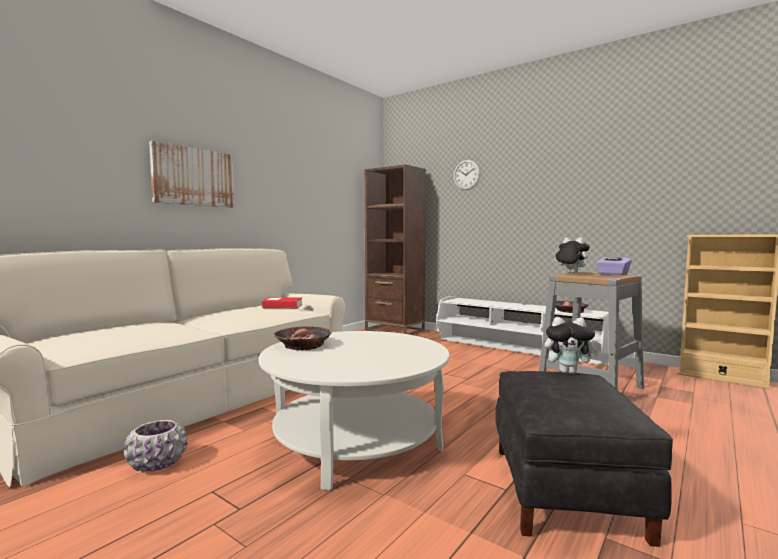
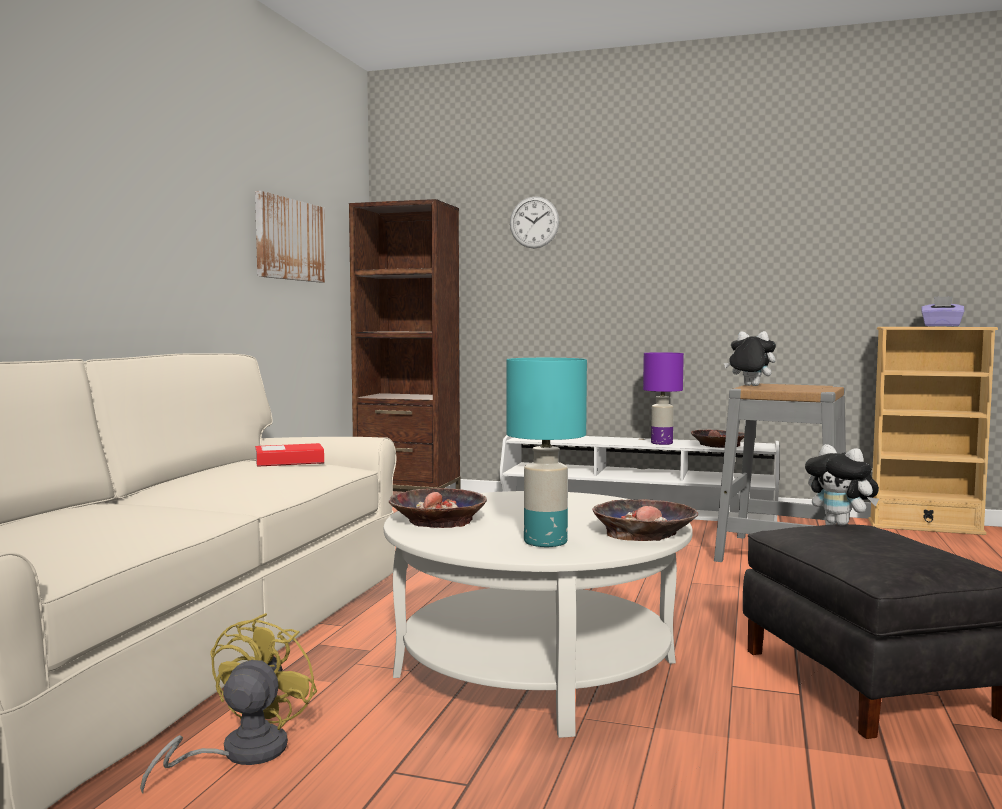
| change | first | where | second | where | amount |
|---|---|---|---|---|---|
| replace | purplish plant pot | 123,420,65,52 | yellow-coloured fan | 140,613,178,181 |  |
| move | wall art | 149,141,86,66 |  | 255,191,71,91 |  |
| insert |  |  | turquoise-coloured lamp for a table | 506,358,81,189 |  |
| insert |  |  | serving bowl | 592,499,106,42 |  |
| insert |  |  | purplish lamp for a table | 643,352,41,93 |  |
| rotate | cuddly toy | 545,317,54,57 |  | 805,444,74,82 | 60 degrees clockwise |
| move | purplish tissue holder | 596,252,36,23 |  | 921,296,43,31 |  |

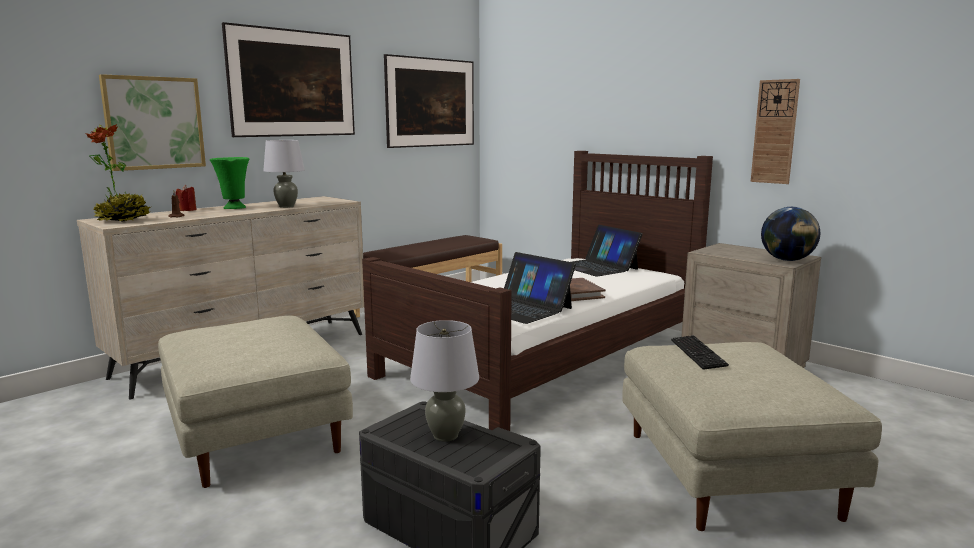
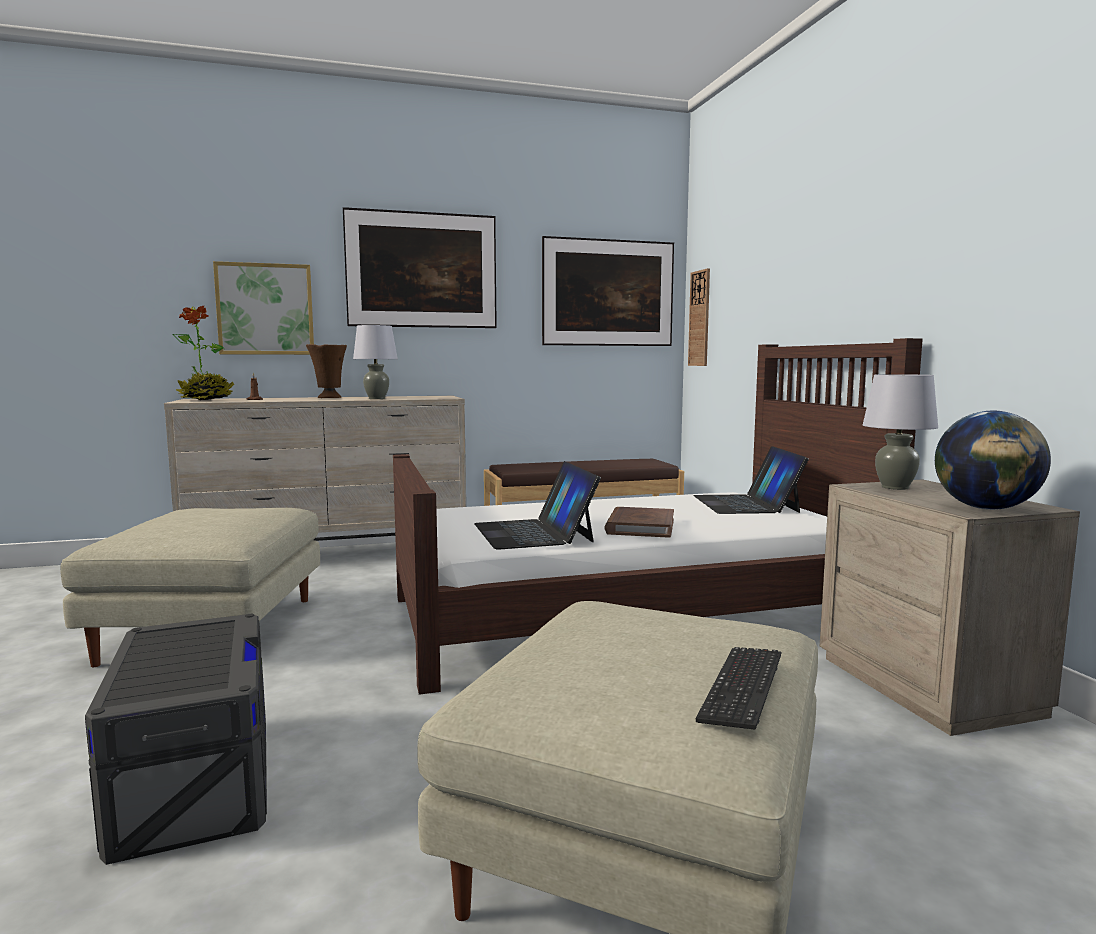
| change | first | where | second | where | amount |
|---|---|---|---|---|---|
| recolor | greenish flower vase | 210,157,39,52 | brown flower vase | 306,344,41,54 |  |
| move | clock on the wall | 751,79,49,105 |  | 688,268,22,98 |  |
| move | keyboard | 671,335,58,35 |  | 696,647,85,83 |  |
| move | gray lamp for a table | 410,320,69,122 |  | 863,374,75,116 |  |
| delete | red-coloured candle | 175,185,22,26 |  |  |  |

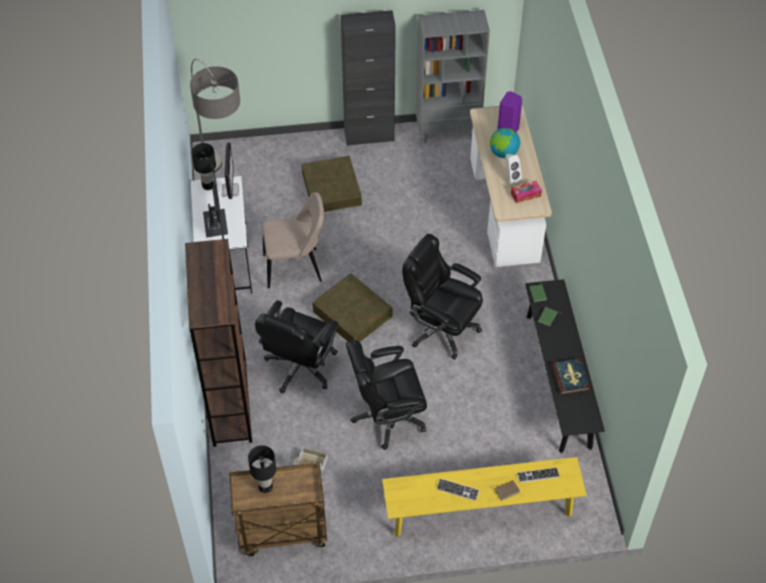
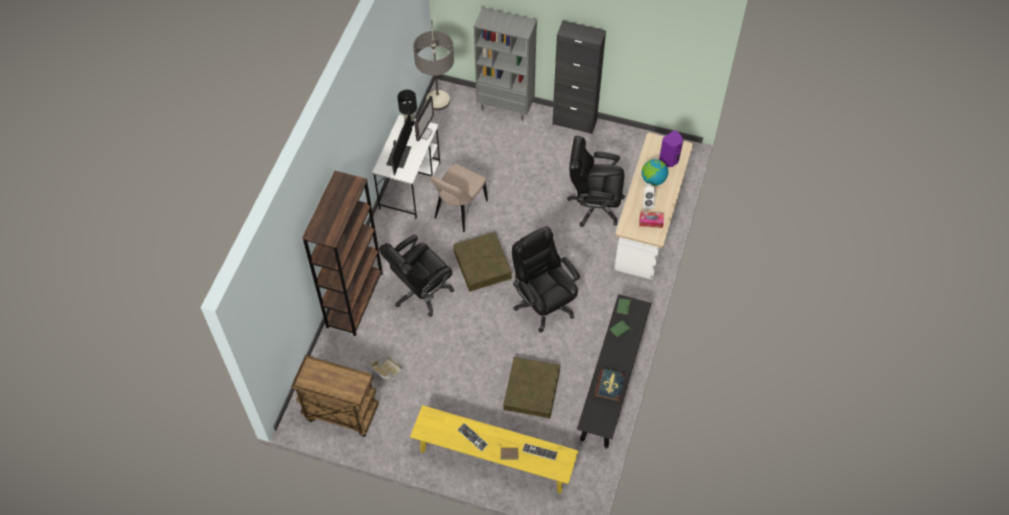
| change | first | where | second | where | amount |
|---|---|---|---|---|---|
| rotate | sand-coloured plain chair | 262,192,62,96 |  | 430,164,58,68 | 105 degrees clockwise |
| move | gray bookcase | 416,10,74,133 |  | 474,7,63,114 |  |
| move | brown storage box | 302,156,60,56 |  | 503,357,57,62 |  |
| move | blackish office chair | 346,340,81,110 |  | 567,136,58,91 |  |
| delete | blackish lamp for a table | 248,445,28,48 |  |  |  |

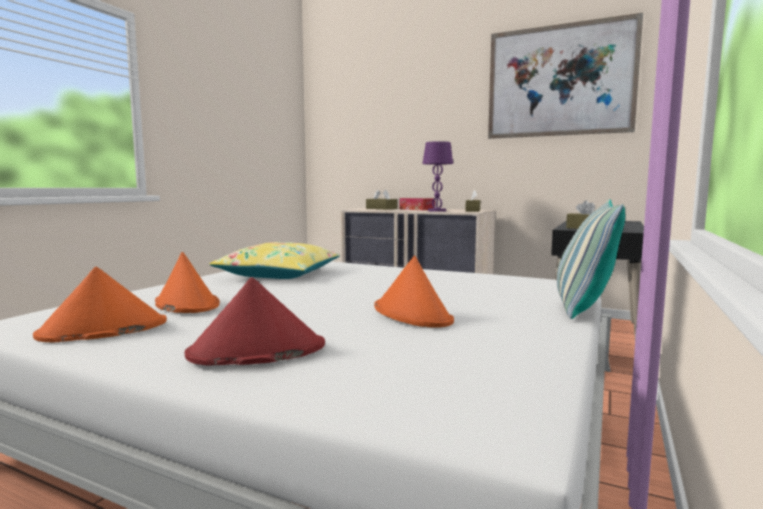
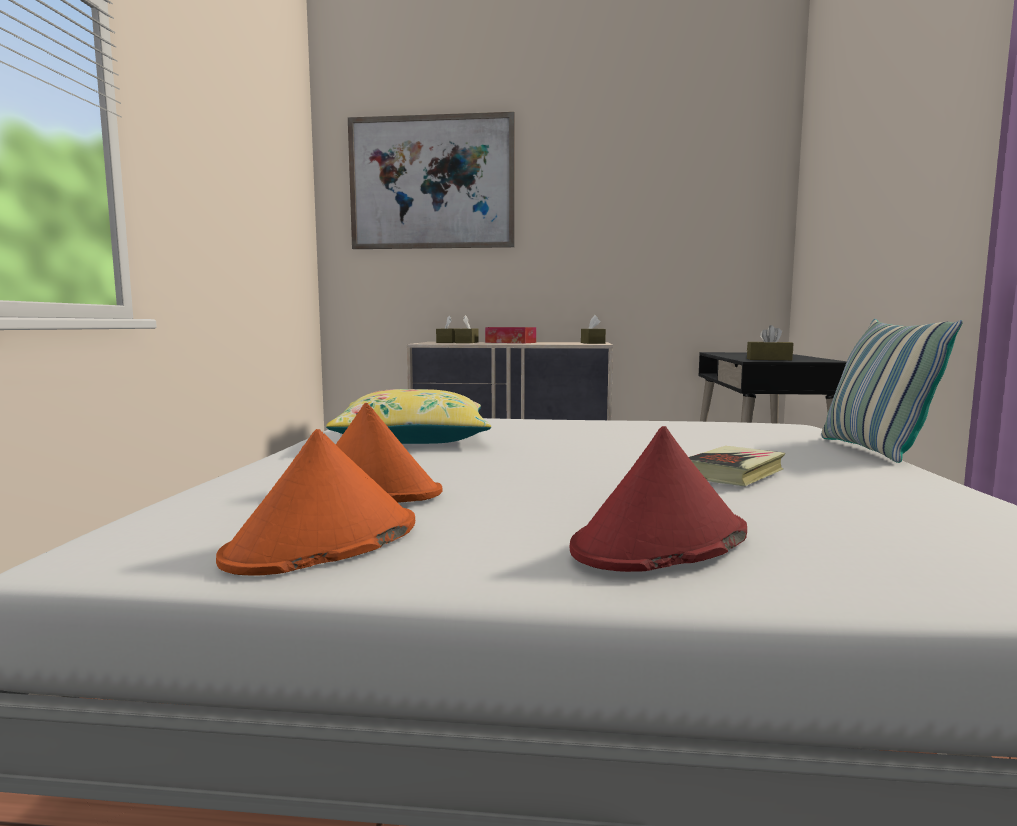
| change | first | where | second | where | amount |
|---|---|---|---|---|---|
| move | wall art | 488,13,155,126 |  | 348,112,167,137 |  |
| replace | orange-coloured hat | 374,255,80,73 | book | 689,446,96,40 |  |
| delete | purplish lamp for a table | 423,141,30,71 |  |  |  |

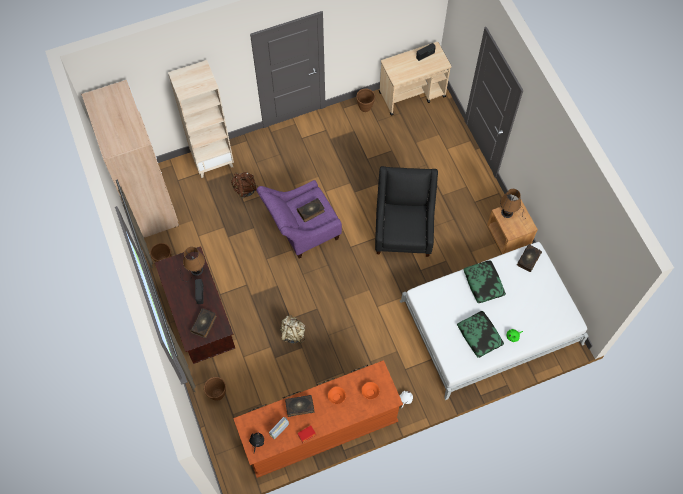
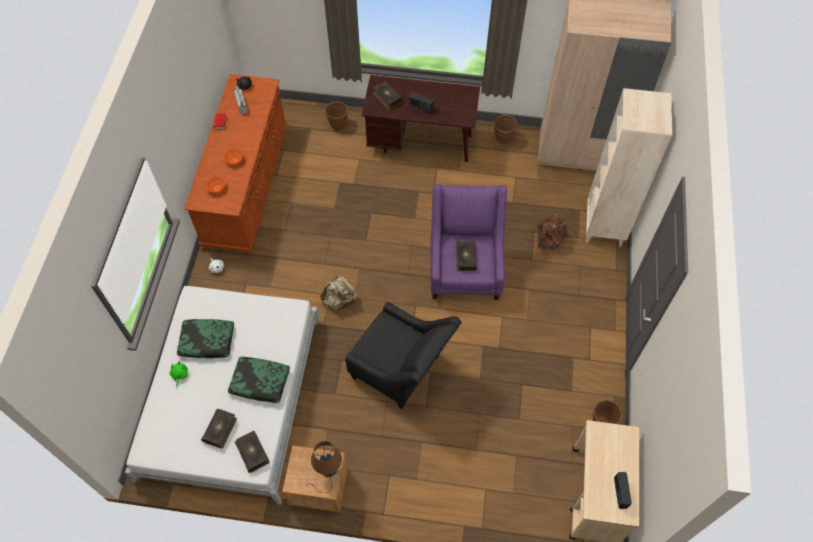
| change | first | where | second | where | amount |
|---|---|---|---|---|---|
| move | book | 285,395,30,22 |  | 201,409,36,40 |  |
| move | sand-coloured knapsack | 280,314,26,30 |  | 320,275,37,35 |  |
| delete | brown lamp for a table | 178,247,27,35 |  |  |  |

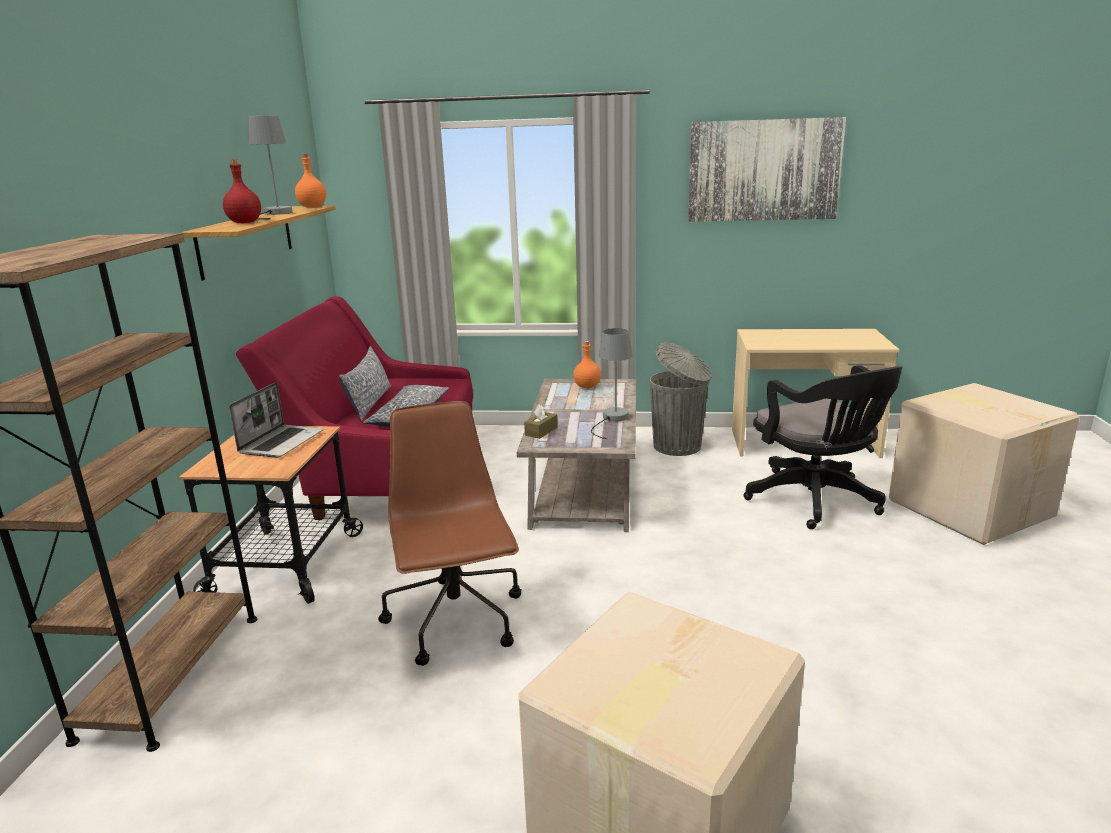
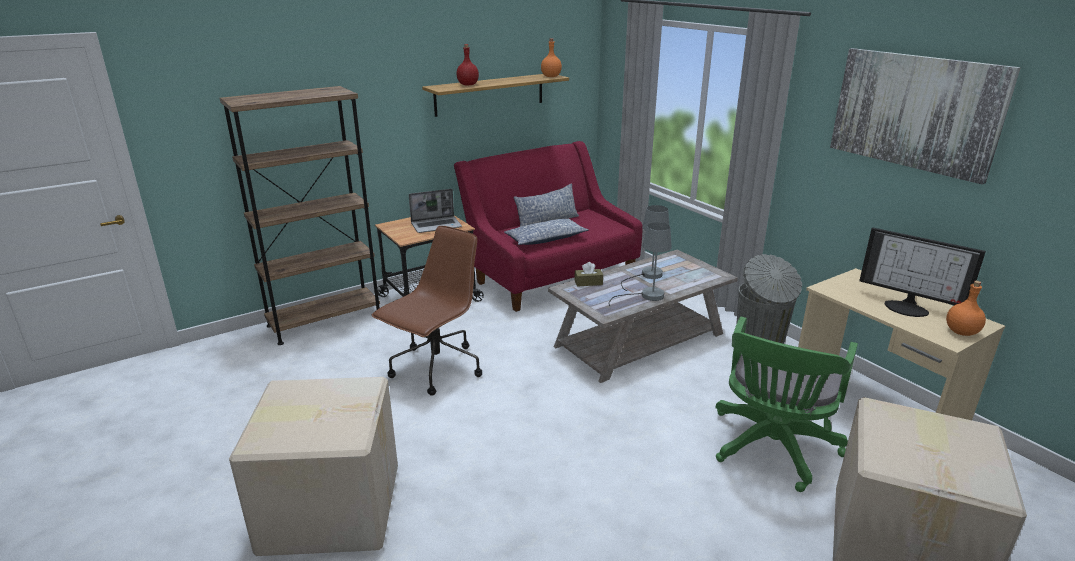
| change | first | where | second | where | amount |
|---|---|---|---|---|---|
| move | gray lamp for a table | 249,115,44,105 |  | 621,205,48,86 |  |
| recolor | blackish office chair | 743,365,159,164 | greenish office chair | 715,316,143,176 |  |
| insert |  |  | computer screen | 859,228,127,89 |  |
| move | orange-coloured bottle | 573,341,28,47 |  | 946,281,40,55 |  |

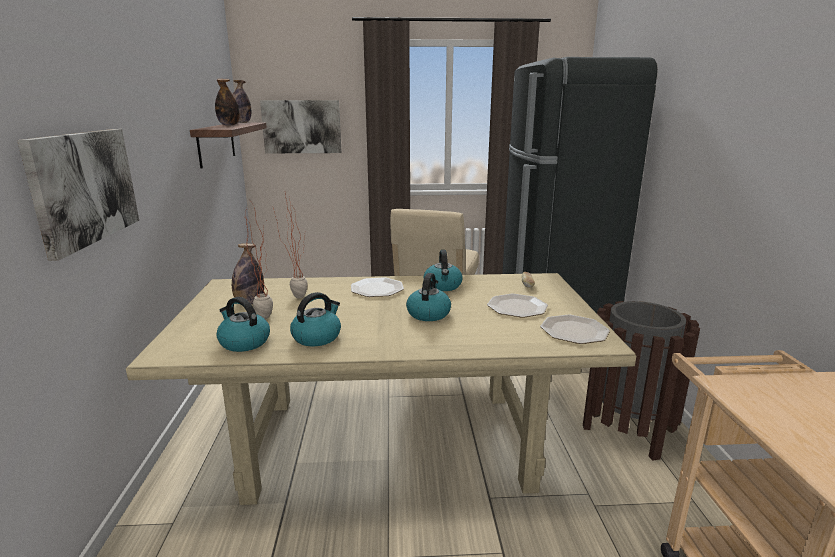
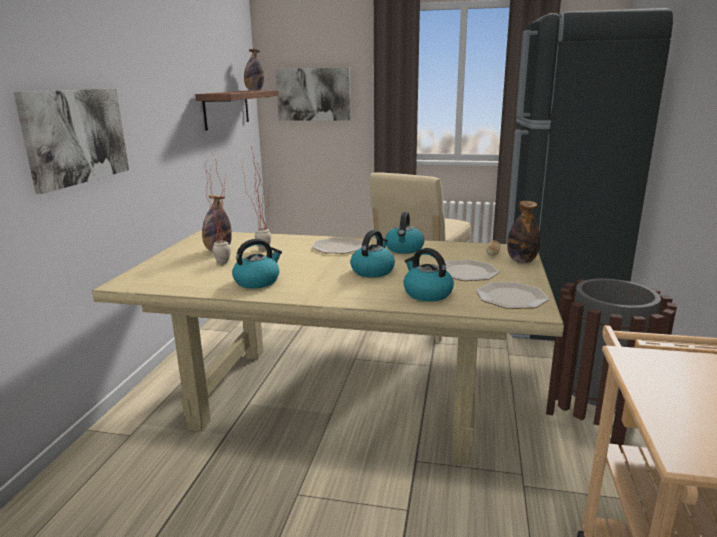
| change | first | where | second | where | amount |
|---|---|---|---|---|---|
| move | water kettle | 216,297,54,55 |  | 403,248,51,54 |  |
| move | bottle | 215,78,25,48 |  | 507,201,33,62 |  |

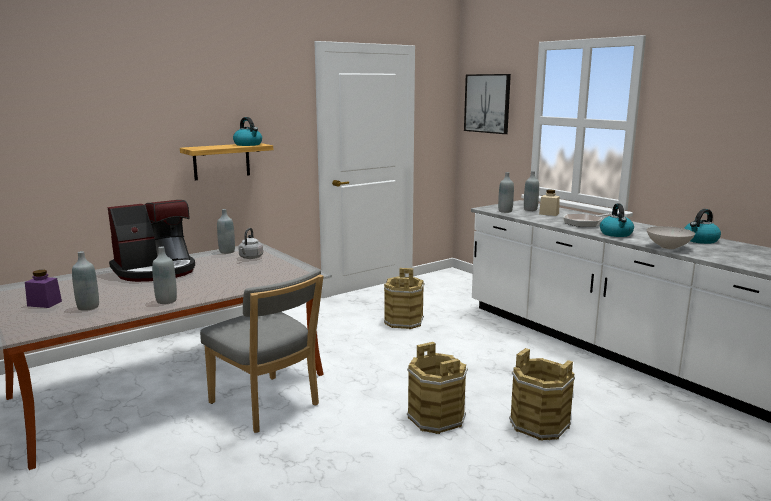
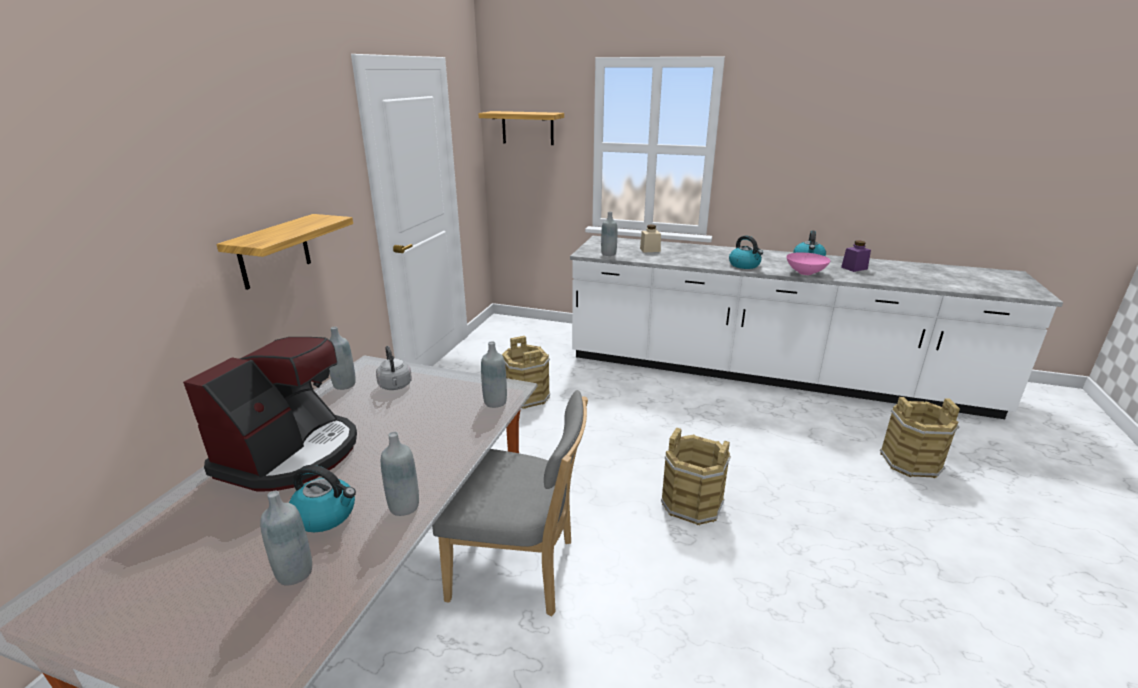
| change | first | where | second | where | amount |
|---|---|---|---|---|---|
| move | water kettle | 233,117,29,29 |  | 289,465,67,67 |  |
| replace | wall art | 464,74,47,60 | wall shelf | 478,111,86,34 |  |
| move | gray bottle | 524,171,15,40 |  | 481,341,26,67 |  |
| recolor | whitish serving bowl | 647,226,48,23 | pink-coloured serving bowl | 786,252,44,23 |  |
| move | purplish storage jar | 25,270,37,38 |  | 841,241,30,31 |  |
| move | brown pail | 509,348,66,93 |  | 880,397,80,81 |  |
| delete | frying pan | 563,213,48,14 |  |  |  |

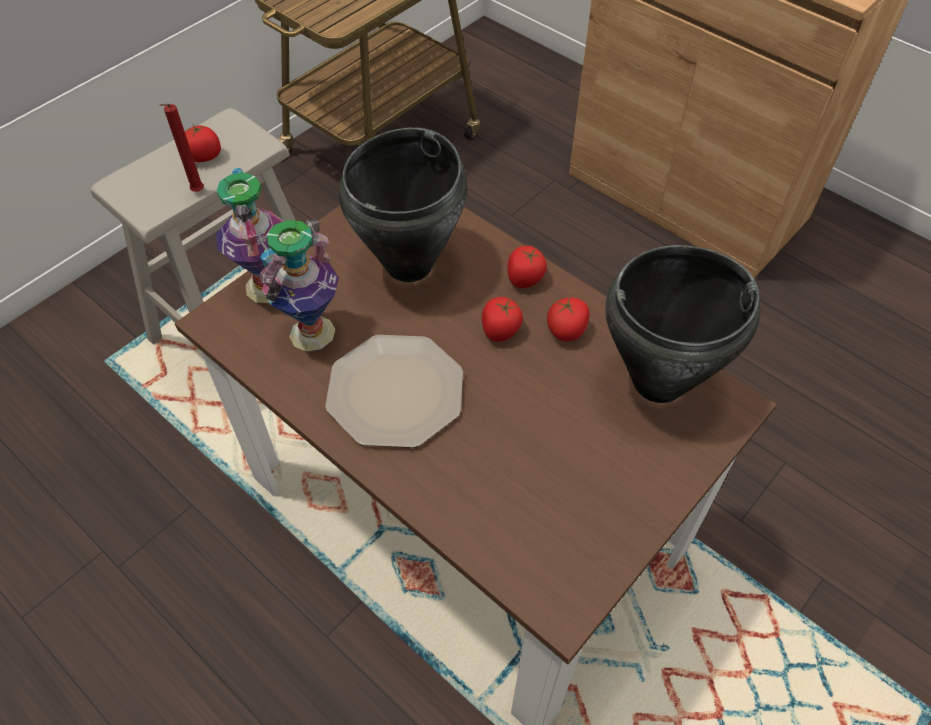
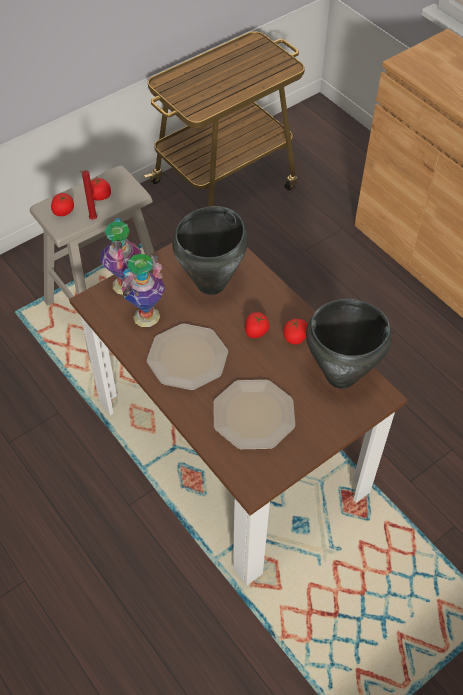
| change | first | where | second | where | amount |
|---|---|---|---|---|---|
| move | tomato | 508,246,39,42 |  | 51,193,23,23 |  |
| insert |  |  | plate | 213,380,82,70 |  |

